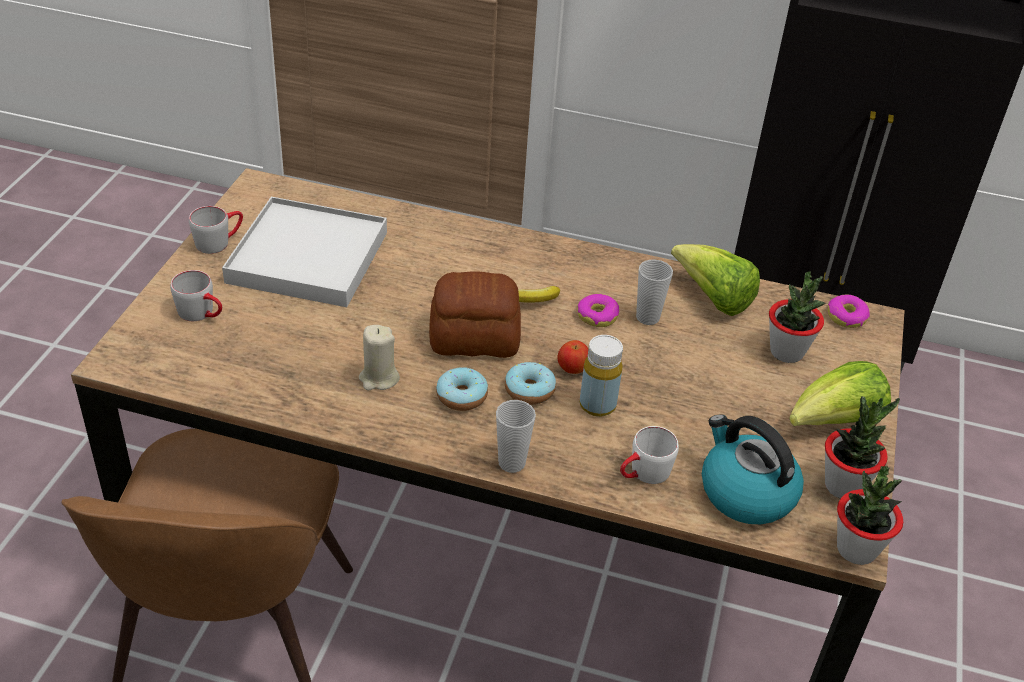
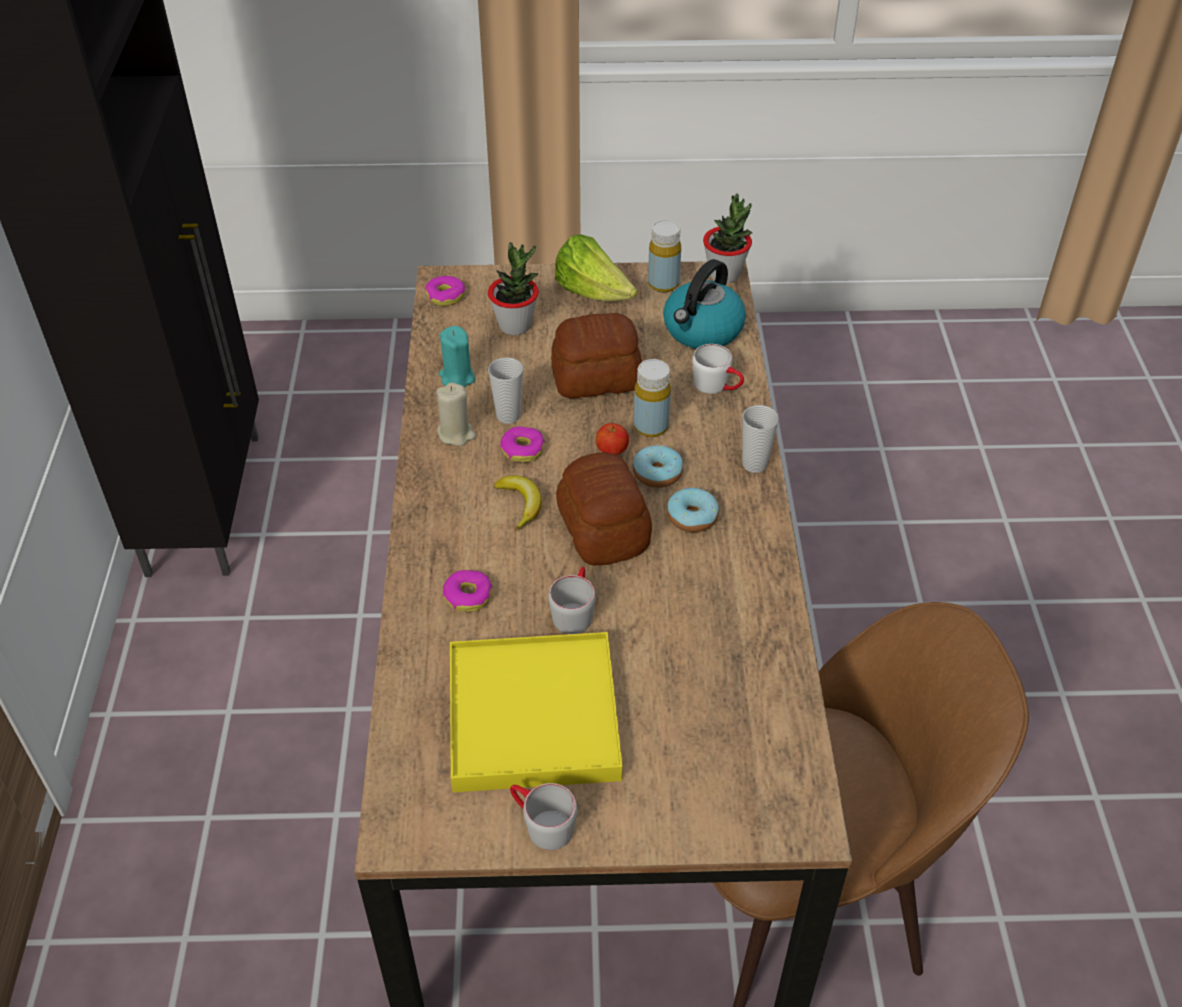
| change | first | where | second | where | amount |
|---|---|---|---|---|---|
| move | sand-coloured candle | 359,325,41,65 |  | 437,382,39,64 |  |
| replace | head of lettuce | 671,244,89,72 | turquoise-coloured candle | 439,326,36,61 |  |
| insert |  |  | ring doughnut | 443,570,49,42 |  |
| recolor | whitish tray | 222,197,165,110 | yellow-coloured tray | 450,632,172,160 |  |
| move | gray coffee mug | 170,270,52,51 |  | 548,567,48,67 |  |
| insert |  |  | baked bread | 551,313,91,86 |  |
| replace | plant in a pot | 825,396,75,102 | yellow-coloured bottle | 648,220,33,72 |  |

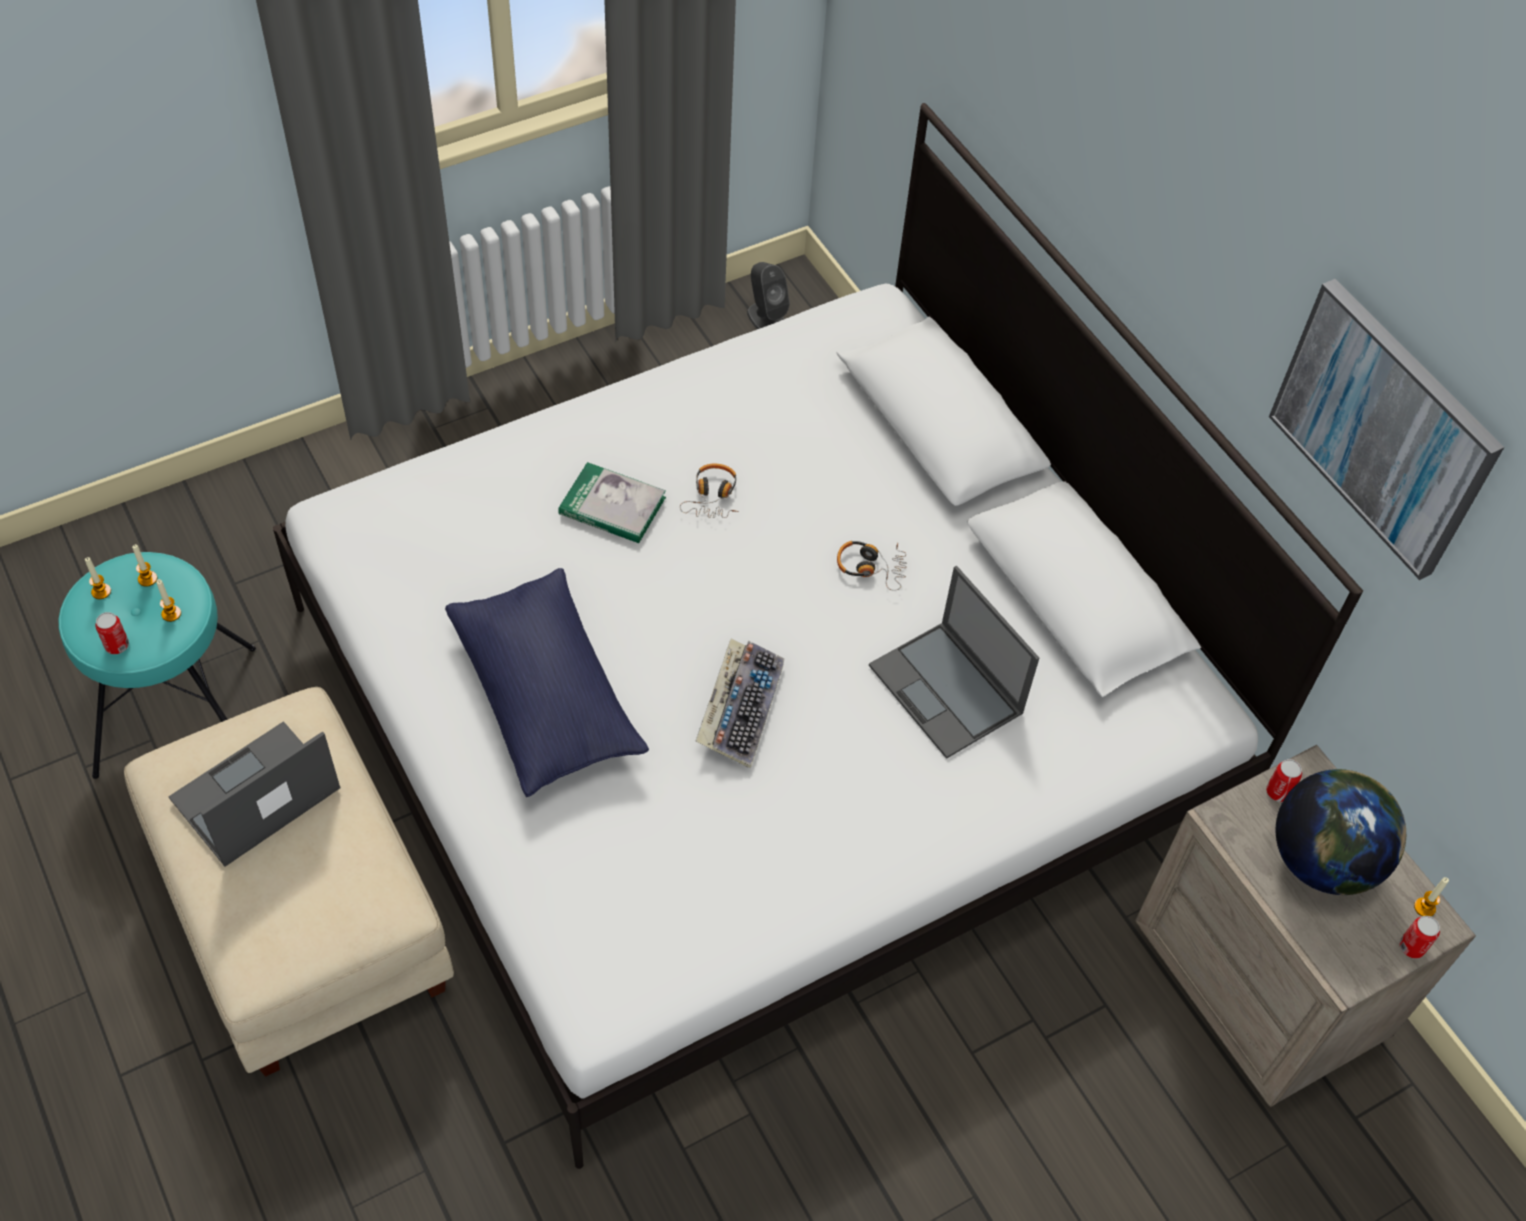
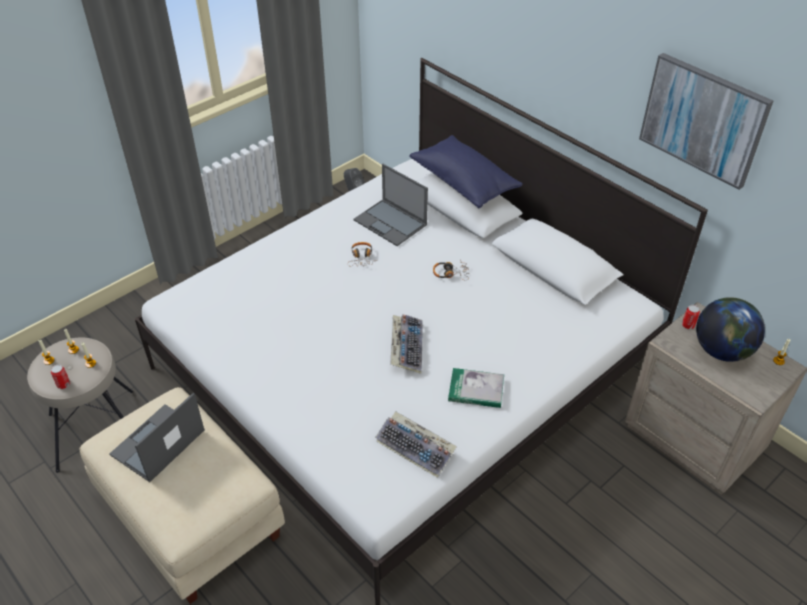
| change | first | where | second | where | amount |
|---|---|---|---|---|---|
| recolor | turquoise-coloured sitting stool | 59,552,197,227 | sand-coloured sitting stool | 27,338,106,135 |  |
| move | laptop | 869,566,170,193 |  | 354,164,74,82 |  |
| insert |  |  | keyboard | 375,411,82,67 |  |
| move | blue-coloured throw pillow | 445,568,204,229 |  | 409,135,114,73 |  |
| move | book | 558,462,108,81 |  | 448,368,56,40 |  |
| delete | metal can | 1399,916,41,43 |  |  |  |

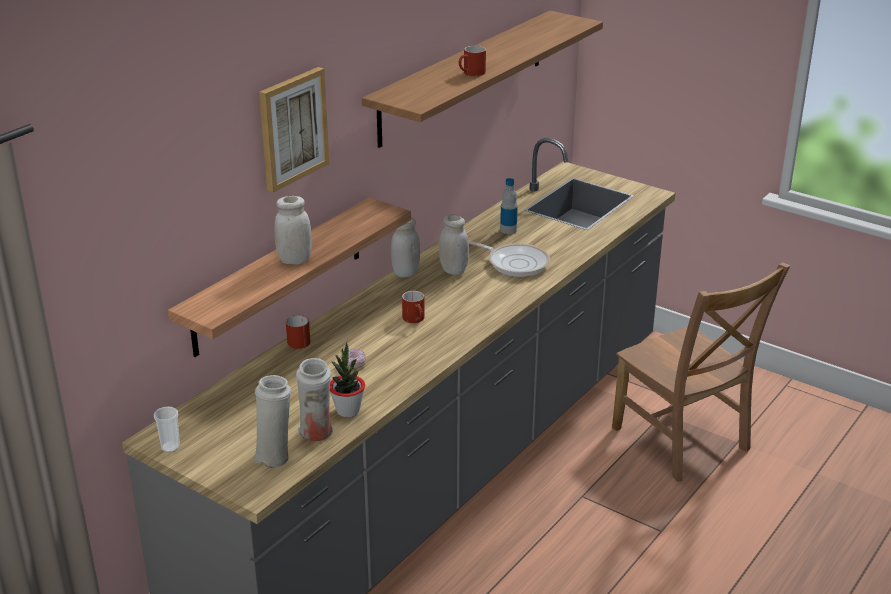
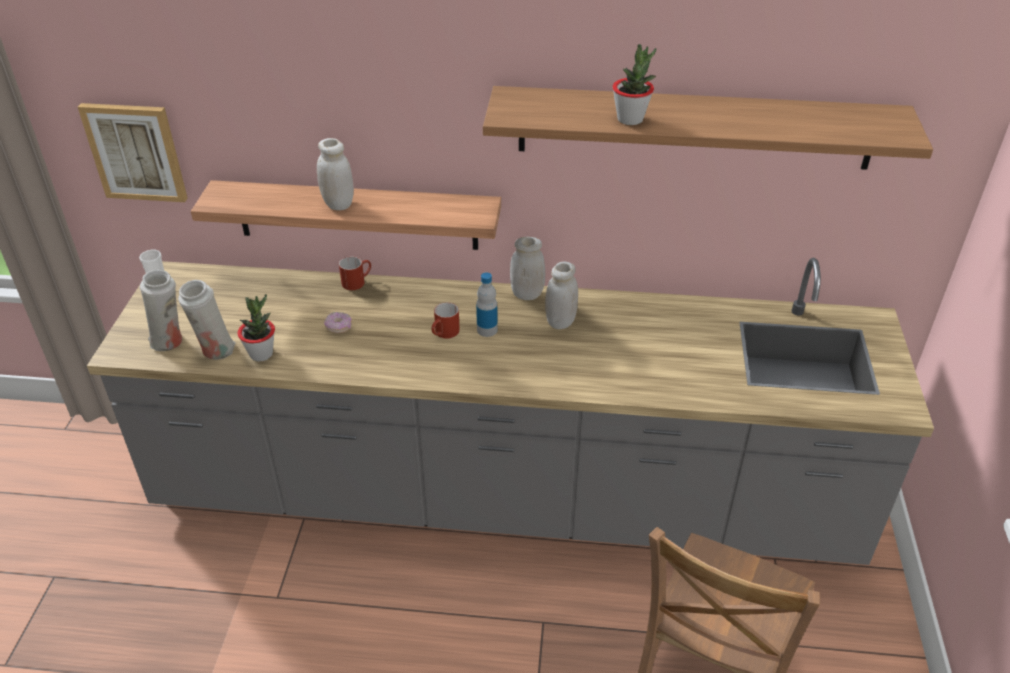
| change | first | where | second | where | amount |
|---|---|---|---|---|---|
| move | wall art | 259,67,70,126 |  | 78,103,110,99 |  |
| move | bottle | 500,178,18,56 |  | 476,272,22,65 |  |
| replace | red-coloured coffee mug | 459,46,27,30 | plant in a pot | 612,44,44,81 |  |
| delete | frying pan | 468,240,82,37 |  |  |  |

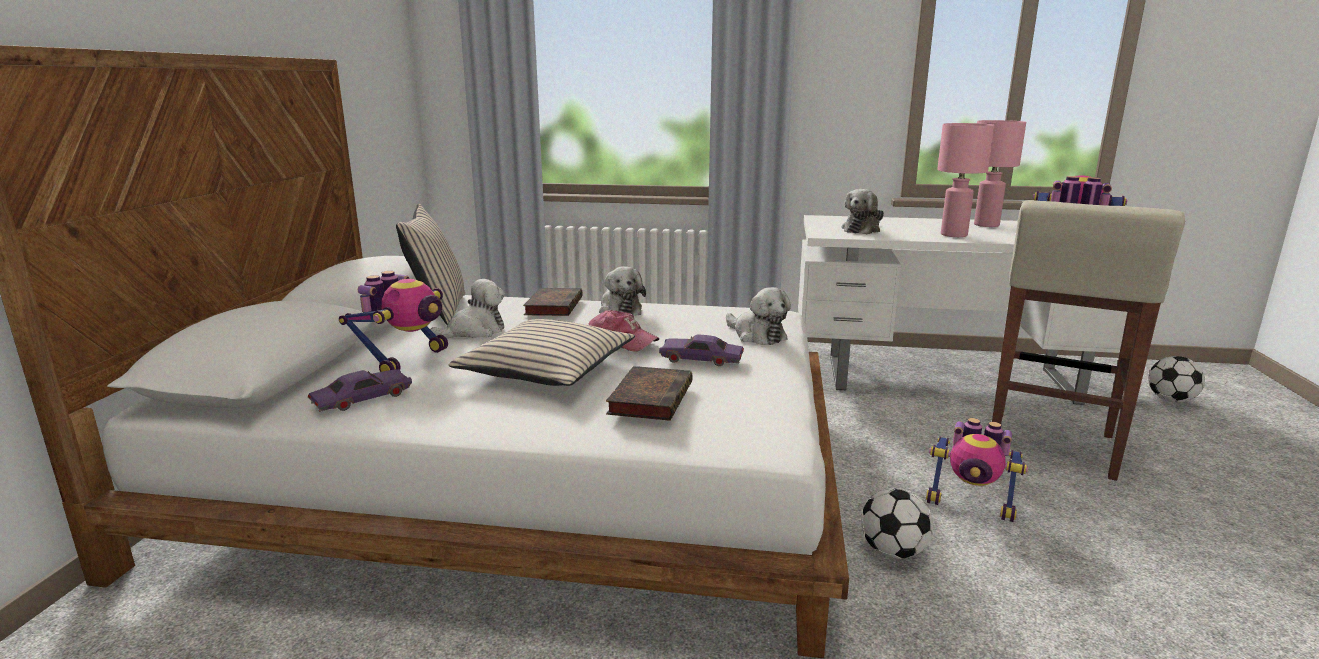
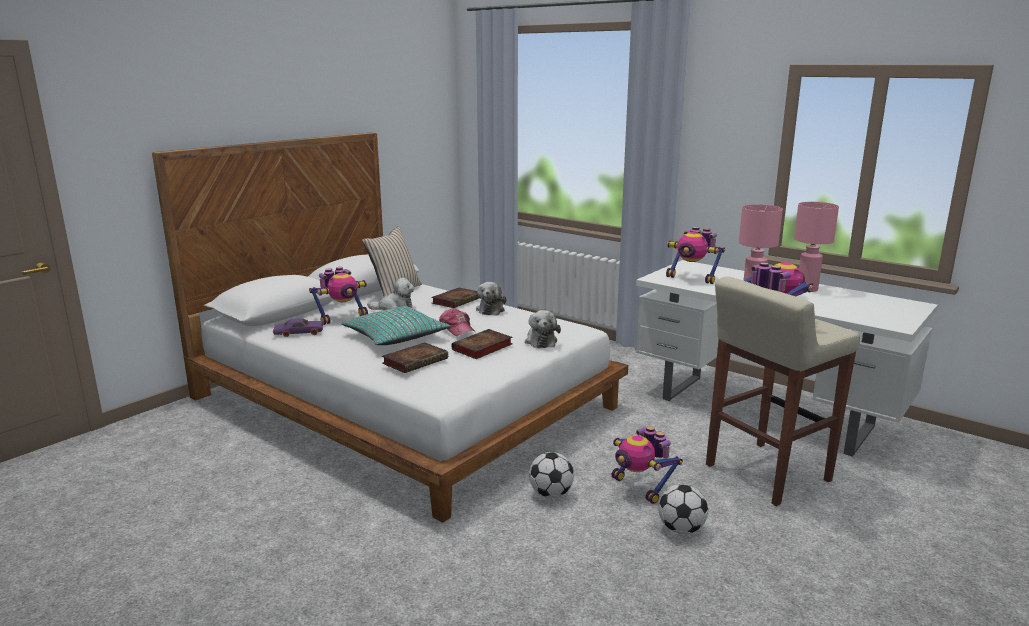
| change | first | where | second | where | amount |
|---|---|---|---|---|---|
| recolor | sand-coloured throw pillow | 449,319,186,67 | turquoise-coloured throw pillow | 341,306,110,39 |  |
| replace | purplish model car | 659,334,85,32 | book | 452,329,61,30 |  |
| move | football ball | 1148,356,57,47 |  | 658,484,50,50 |  |
| replace | cuddly toy | 842,189,42,45 | robot figure | 666,227,59,57 |  |

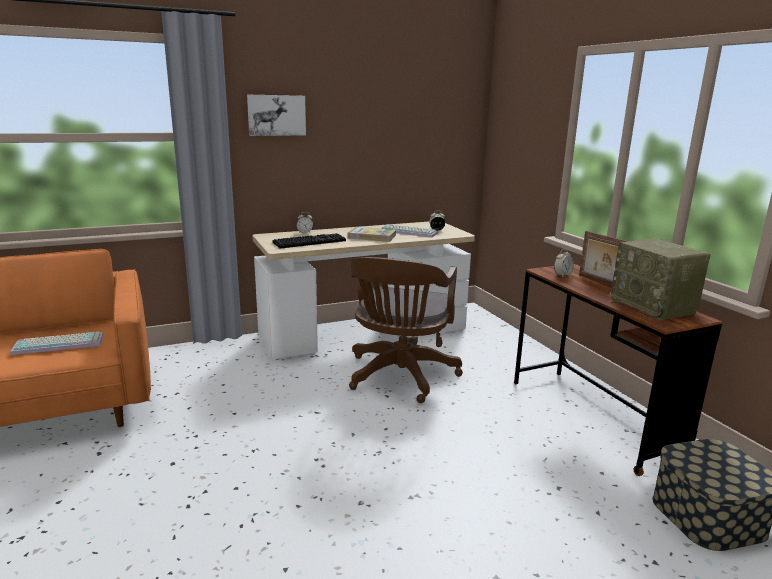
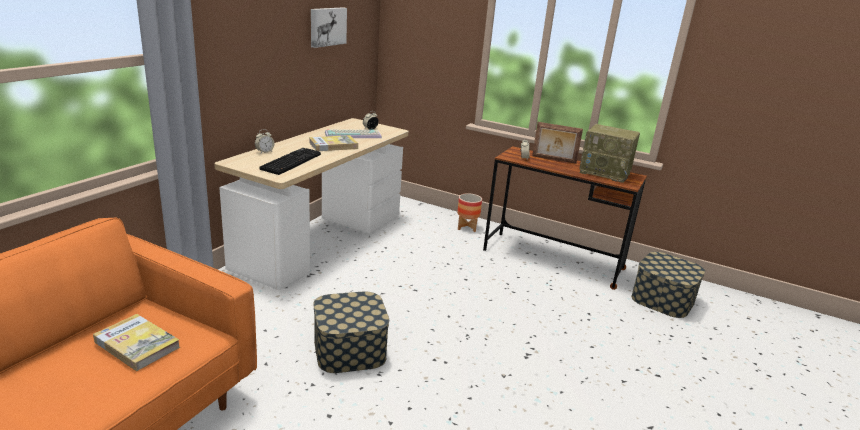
| change | first | where | second | where | amount |
|---|---|---|---|---|---|
| replace | keyboard | 10,332,94,23 | book | 93,314,87,57 |  |
| move | wall art | 247,95,59,41 |  | 311,7,36,41 |  |
| insert |  |  | storage box | 313,291,76,82 |  |
| insert |  |  | plant pot | 457,193,25,39 |  |
| delete | brown office chair | 349,257,114,146 |  |  |  |

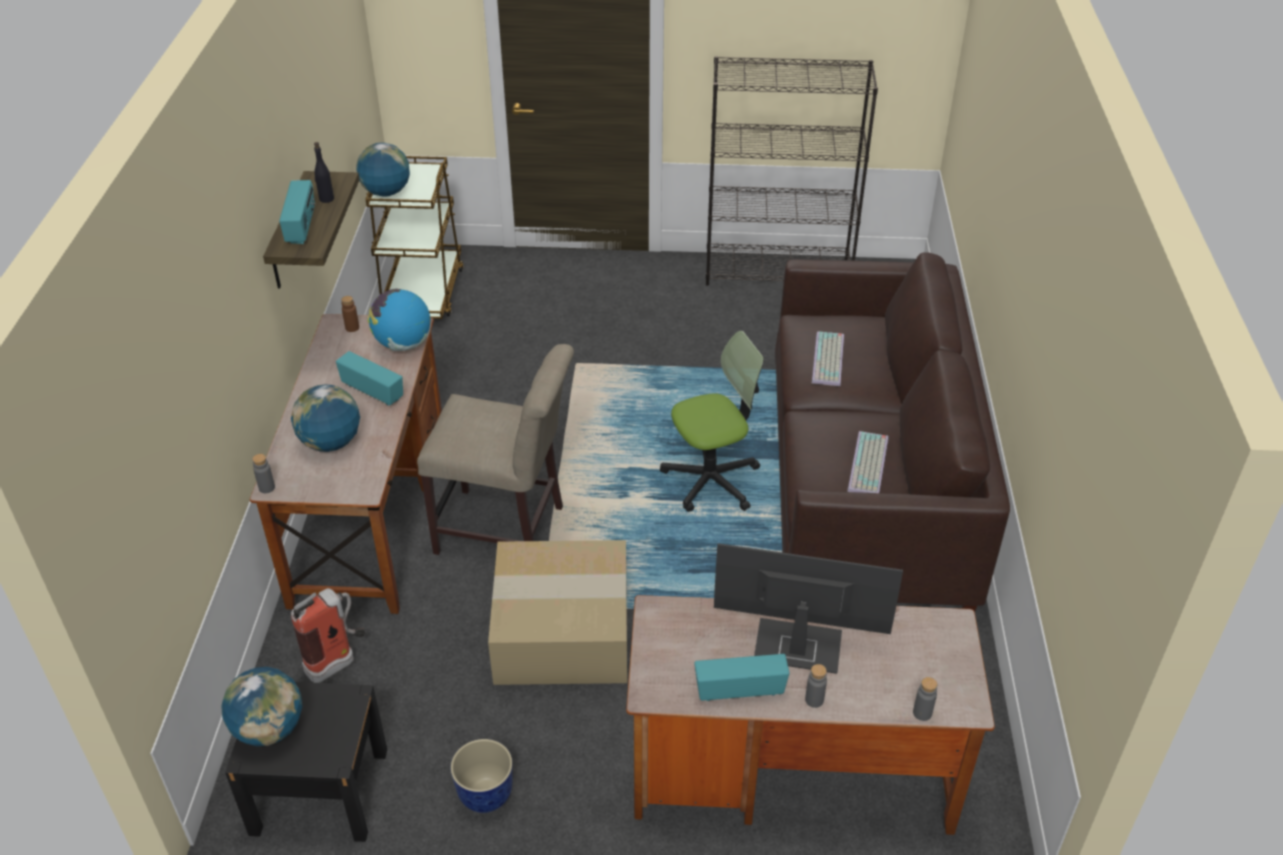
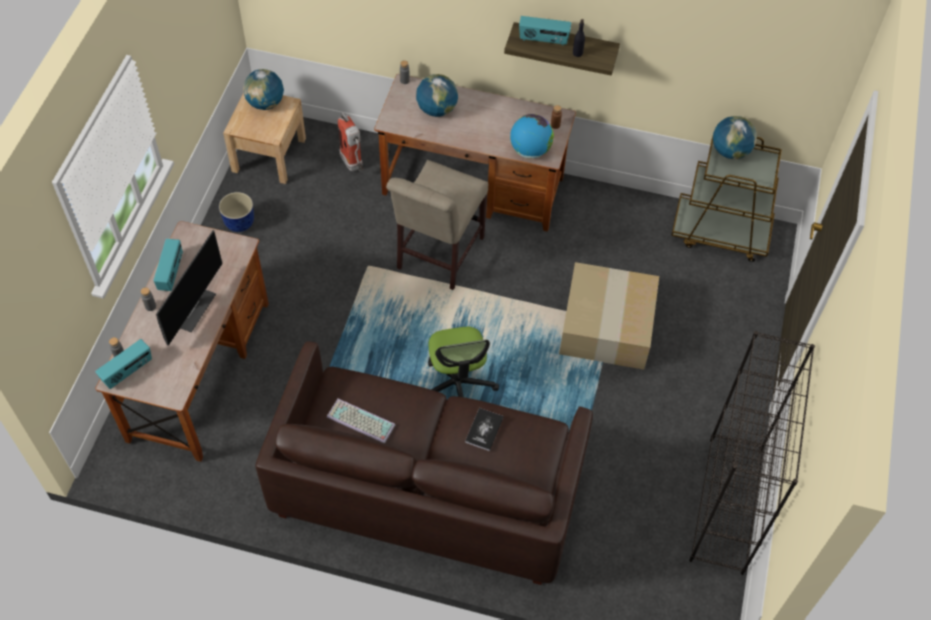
| change | first | where | second | where | amount |
|---|---|---|---|---|---|
| move | radio set | 336,351,67,55 |  | 95,339,57,50 |  |
| recolor | blackish nightstand | 225,682,162,160 | sand-coloured nightstand | 223,92,83,92 |  |
| replace | keyboard | 812,331,32,55 | book | 465,408,39,43 |  |
| move | carton | 488,540,139,145 |  | 559,262,100,108 |  |

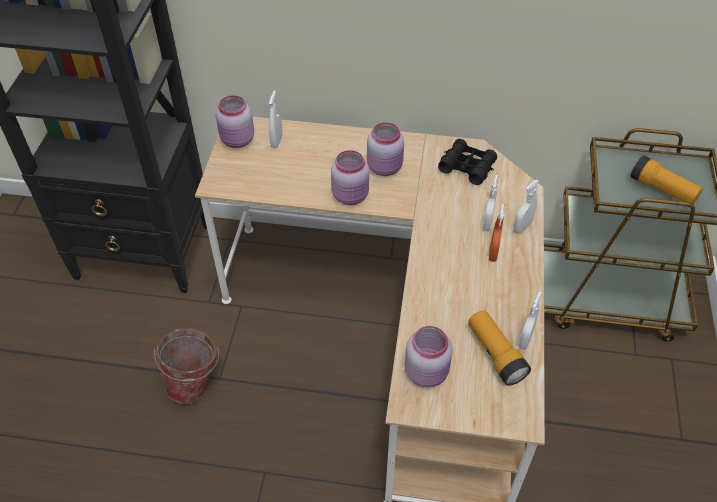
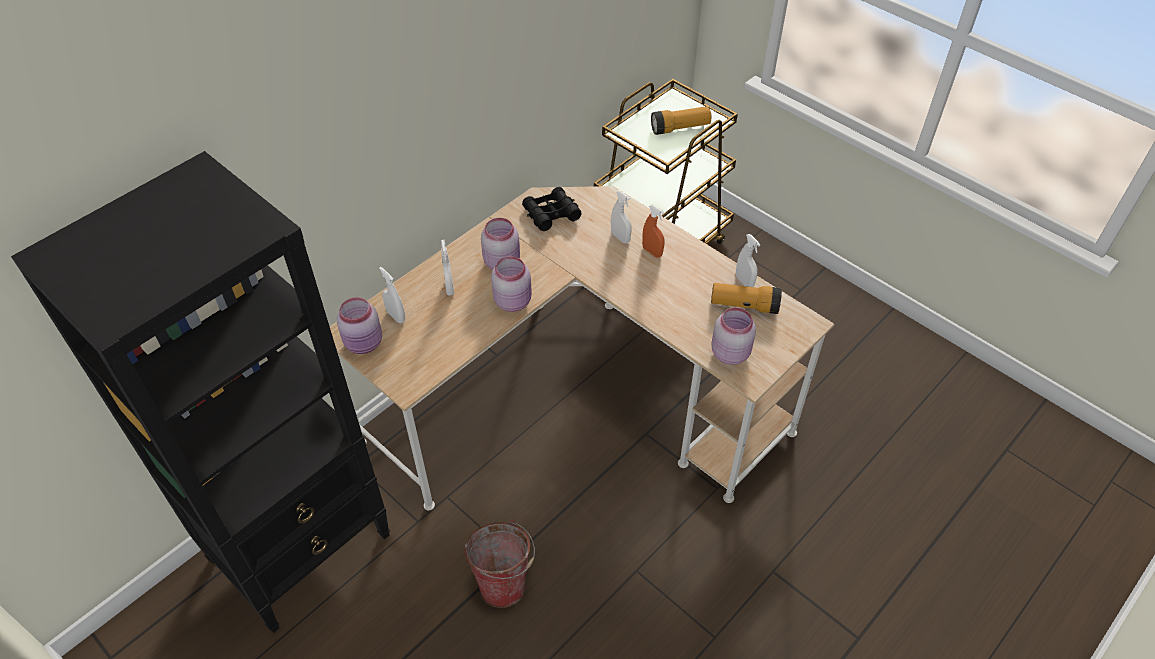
| change | first | where | second | where | amount |
|---|---|---|---|---|---|
| move | whitish sprayer | 513,180,26,54 |  | 441,240,13,56 |  |

